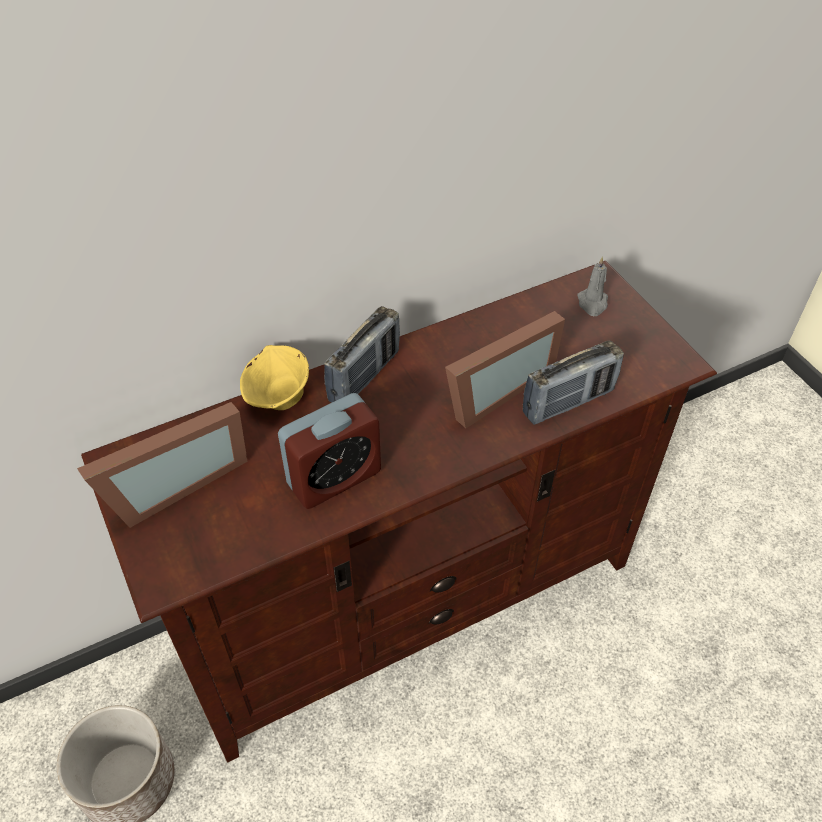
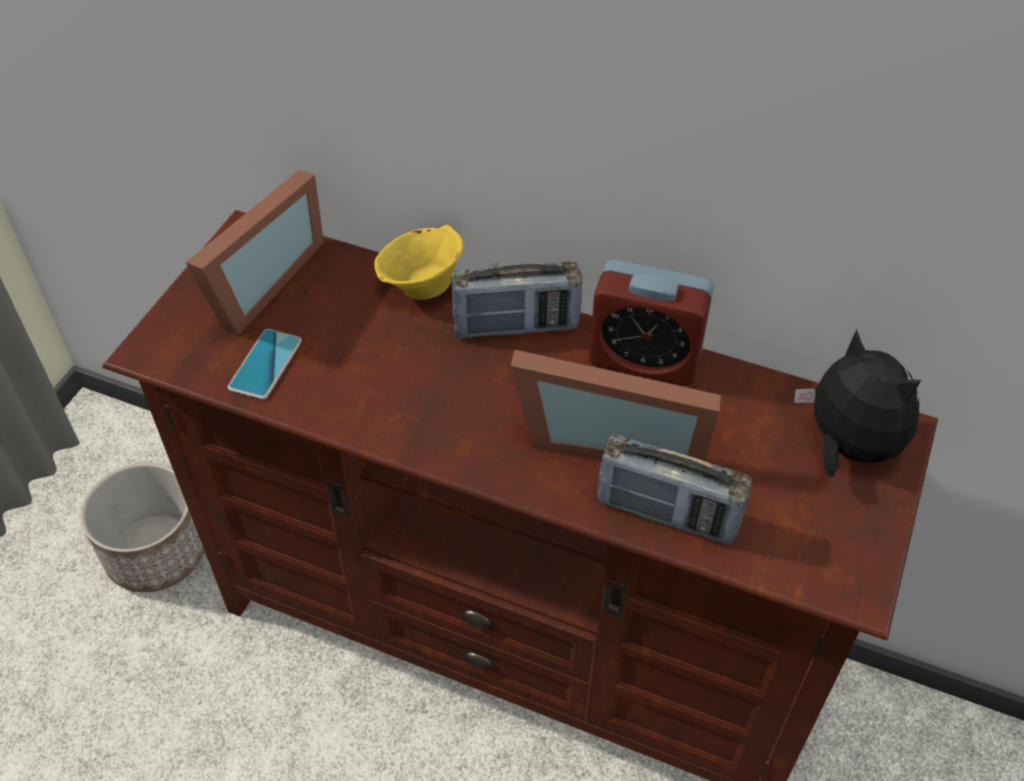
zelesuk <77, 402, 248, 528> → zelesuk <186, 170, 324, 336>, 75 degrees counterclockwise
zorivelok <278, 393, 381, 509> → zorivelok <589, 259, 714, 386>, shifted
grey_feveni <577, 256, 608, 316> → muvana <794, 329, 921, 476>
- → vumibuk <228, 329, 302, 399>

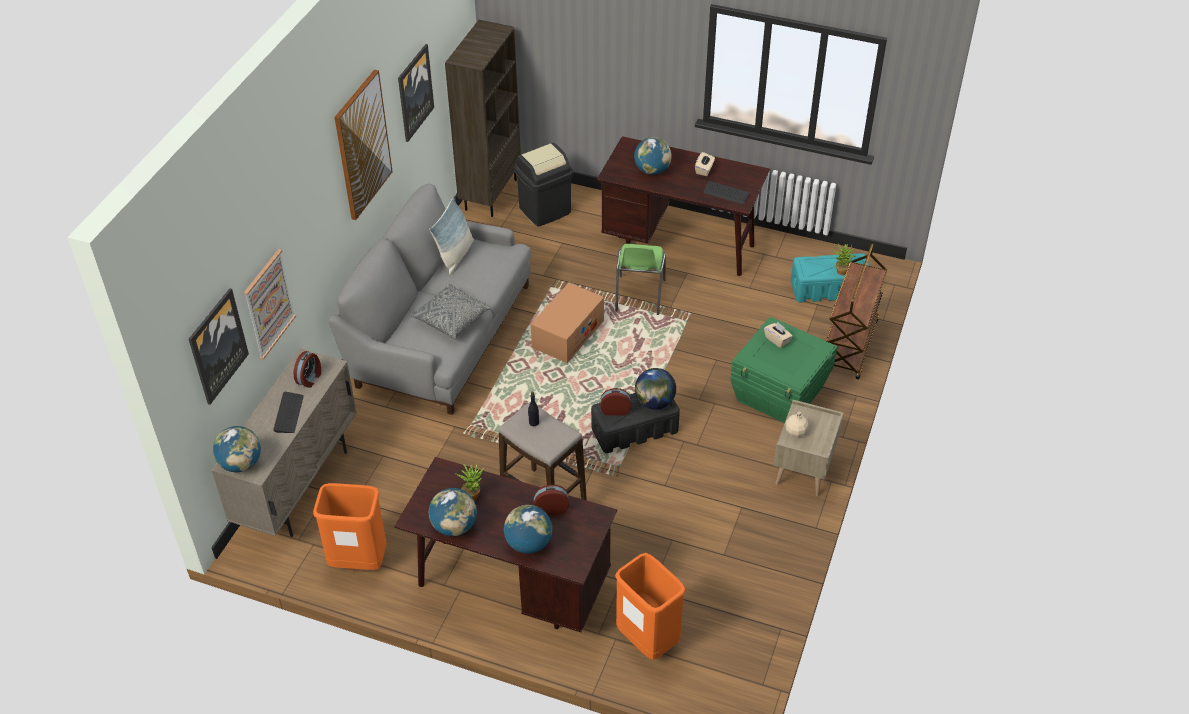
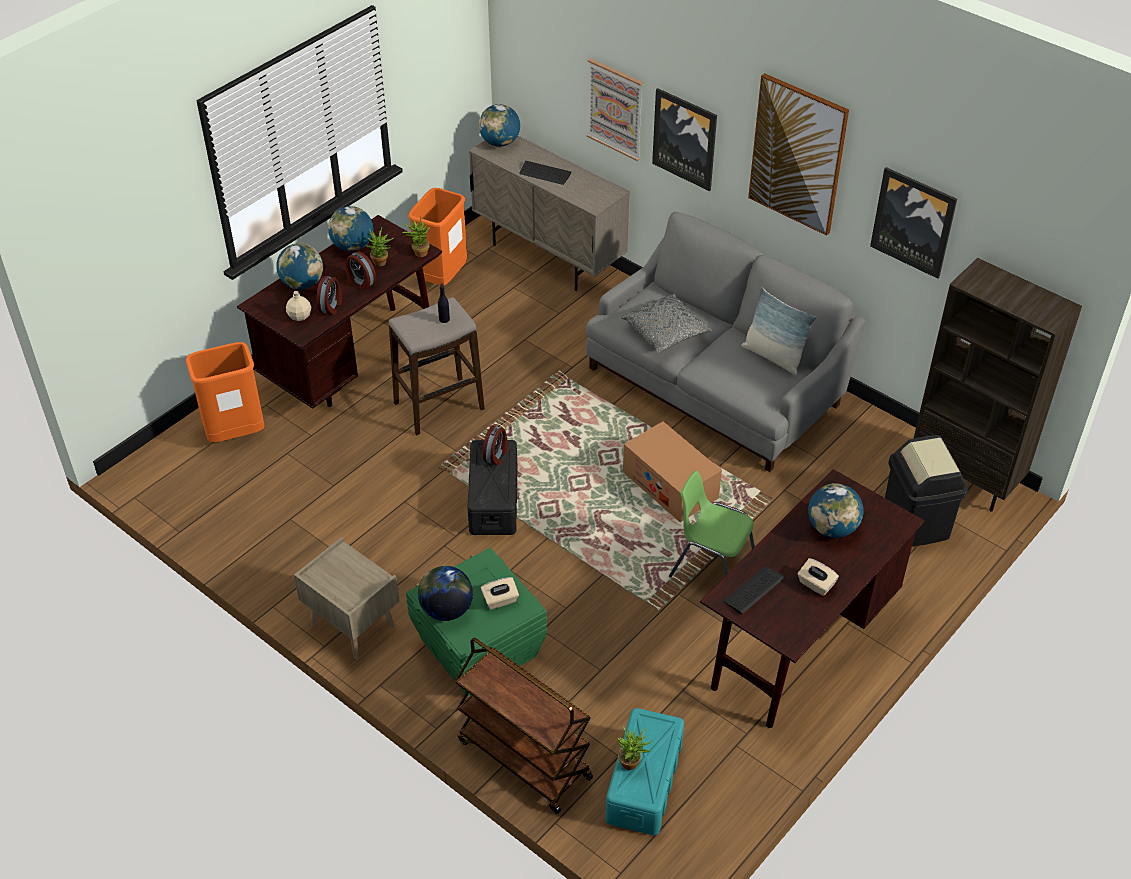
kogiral <189, 288, 249, 405> → kogiral <652, 88, 717, 191>, shifted
zorivelok <294, 351, 321, 388> → zorivelok <345, 251, 376, 290>, shifted
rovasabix <635, 368, 676, 410> → rovasabix <418, 566, 473, 621>, shifted
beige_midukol <785, 411, 808, 437> → beige_midukol <286, 291, 311, 321>, shifted
- → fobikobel <403, 217, 430, 257>

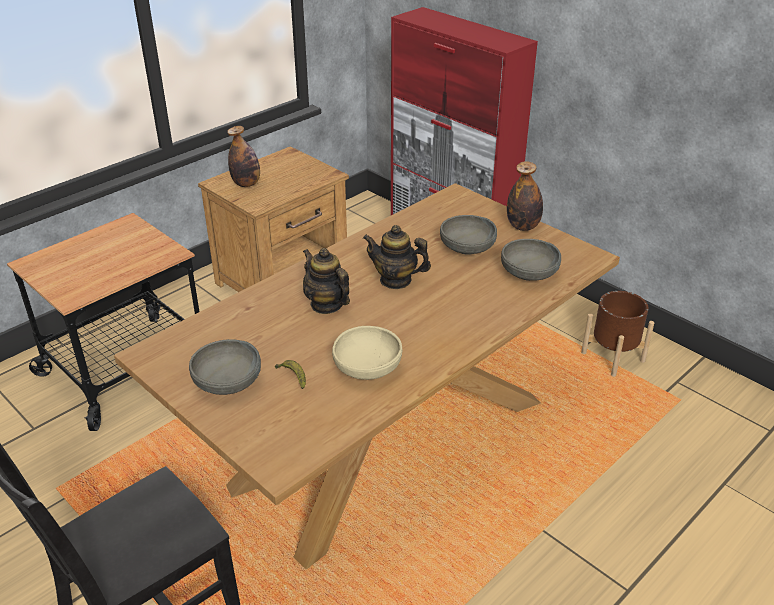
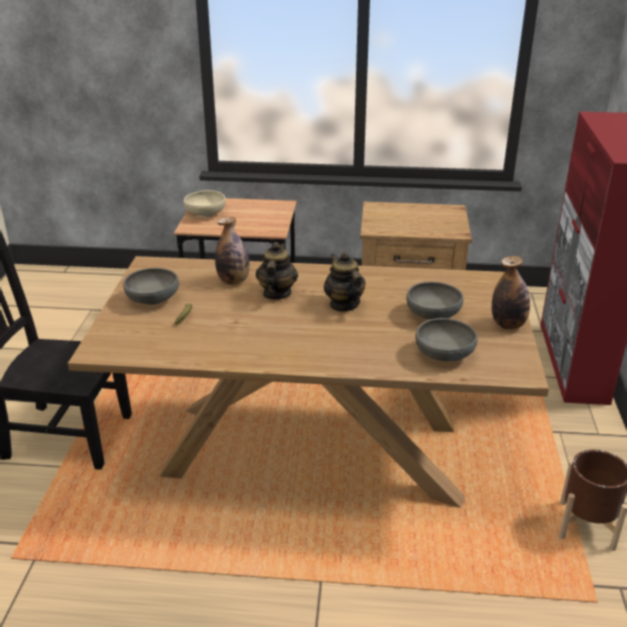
midukol <227, 126, 260, 187> → midukol <215, 217, 250, 285>, shifted
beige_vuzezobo <332, 326, 402, 380> → beige_vuzezobo <184, 190, 226, 217>, shifted

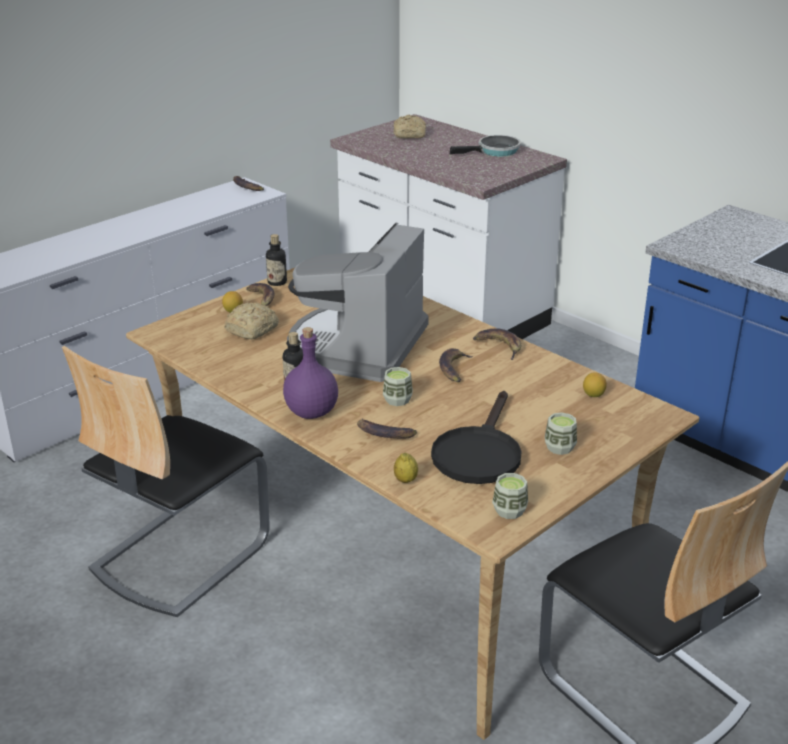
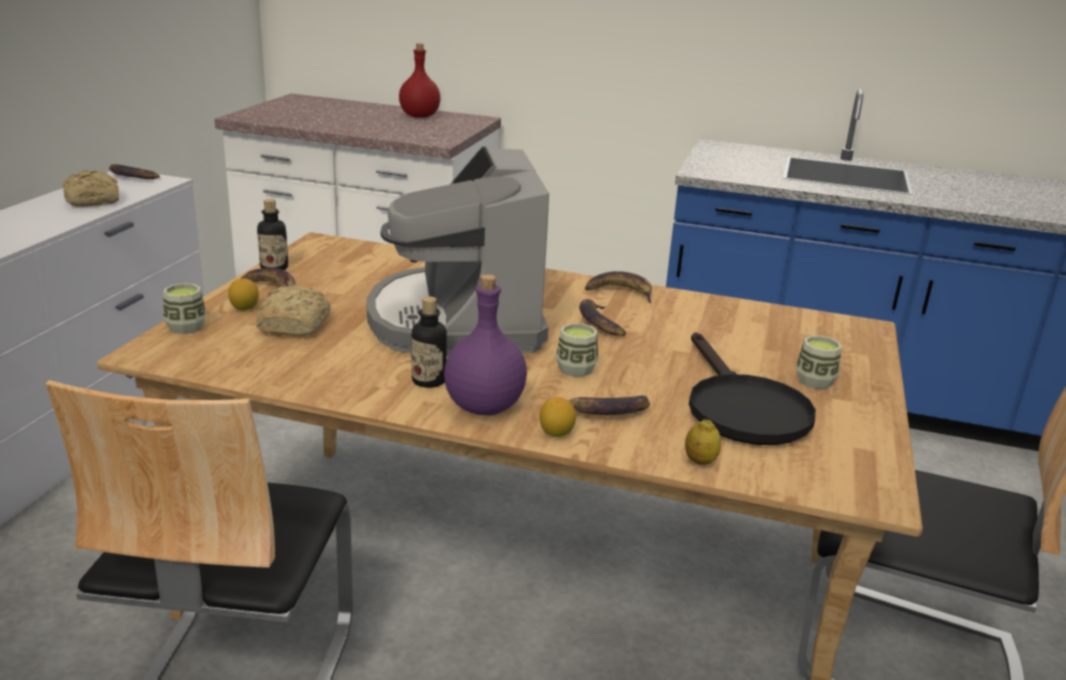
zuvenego <394, 115, 426, 139> → zuvenego <62, 170, 119, 207>, shifted
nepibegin <450, 135, 521, 156> → red_midukol <399, 44, 440, 118>
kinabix <492, 473, 528, 519> → kinabix <163, 283, 206, 334>, shifted
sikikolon <583, 372, 607, 397> → sikikolon <540, 397, 576, 437>, shifted

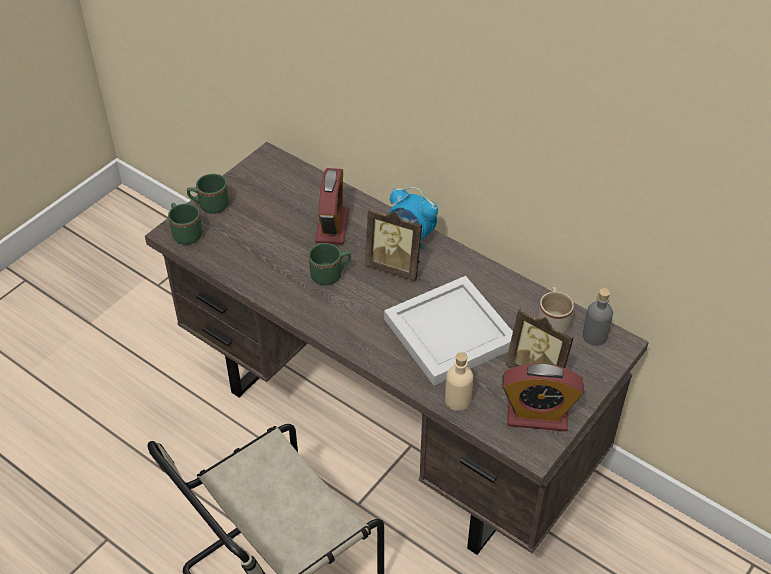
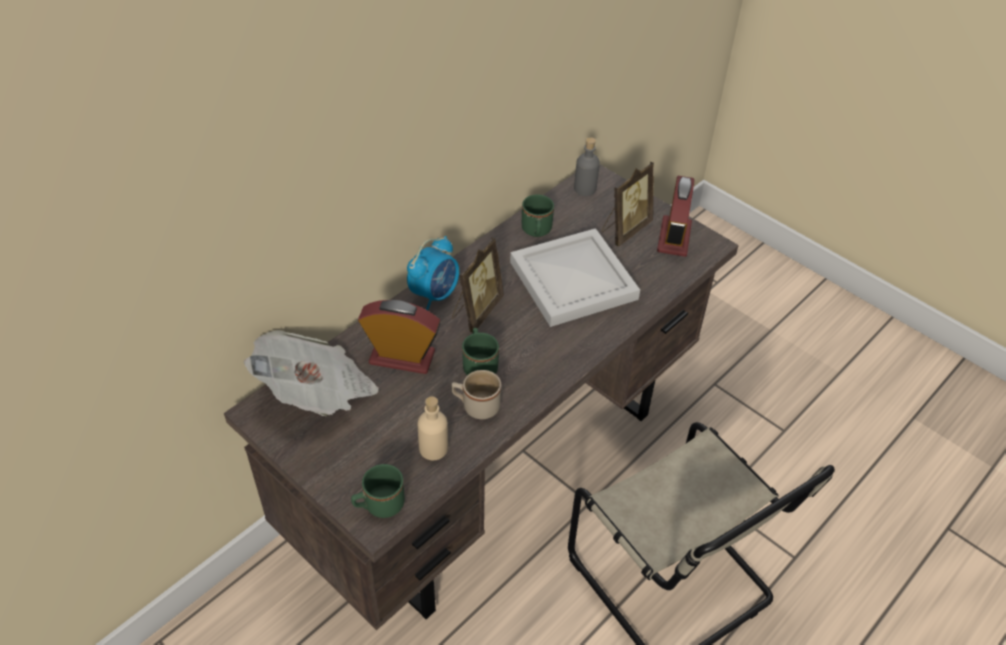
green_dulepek <187, 174, 229, 214> → green_dulepek <522, 195, 554, 237>, shifted
beige_midukol <445, 352, 473, 411> → beige_midukol <418, 396, 448, 460>, shifted
beige_dulepek <538, 287, 574, 333> → beige_dulepek <451, 370, 501, 419>, shifted
- → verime <244, 330, 379, 416>

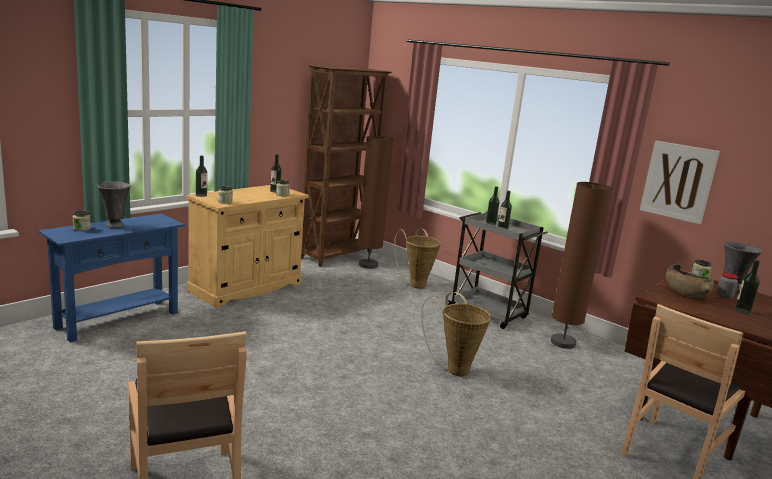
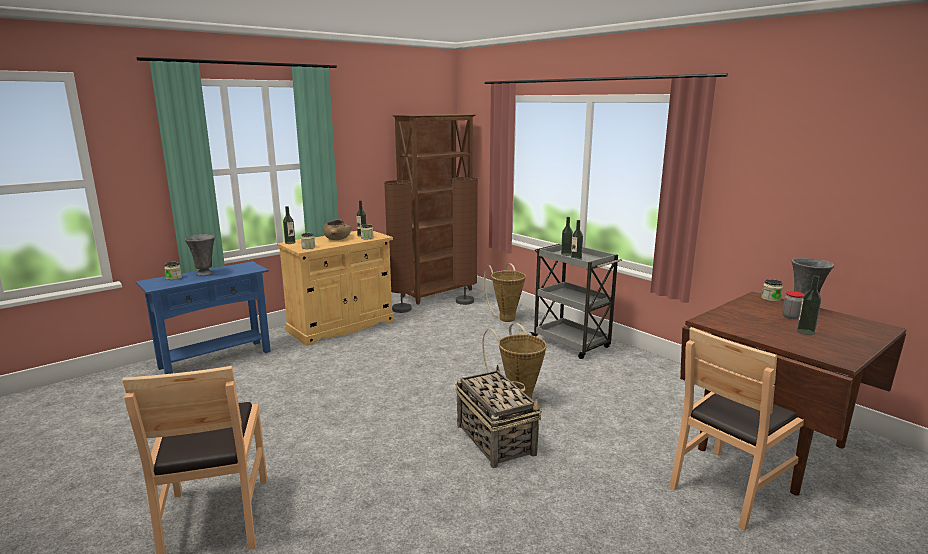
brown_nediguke <551, 182, 612, 349> → brown_nediguke <384, 180, 414, 313>, shifted
kogiral <640, 141, 720, 225> → -
brown_vuzezobo <666, 264, 714, 298> → brown_vuzezobo <323, 219, 351, 240>, shifted
- → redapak <456, 365, 542, 468>

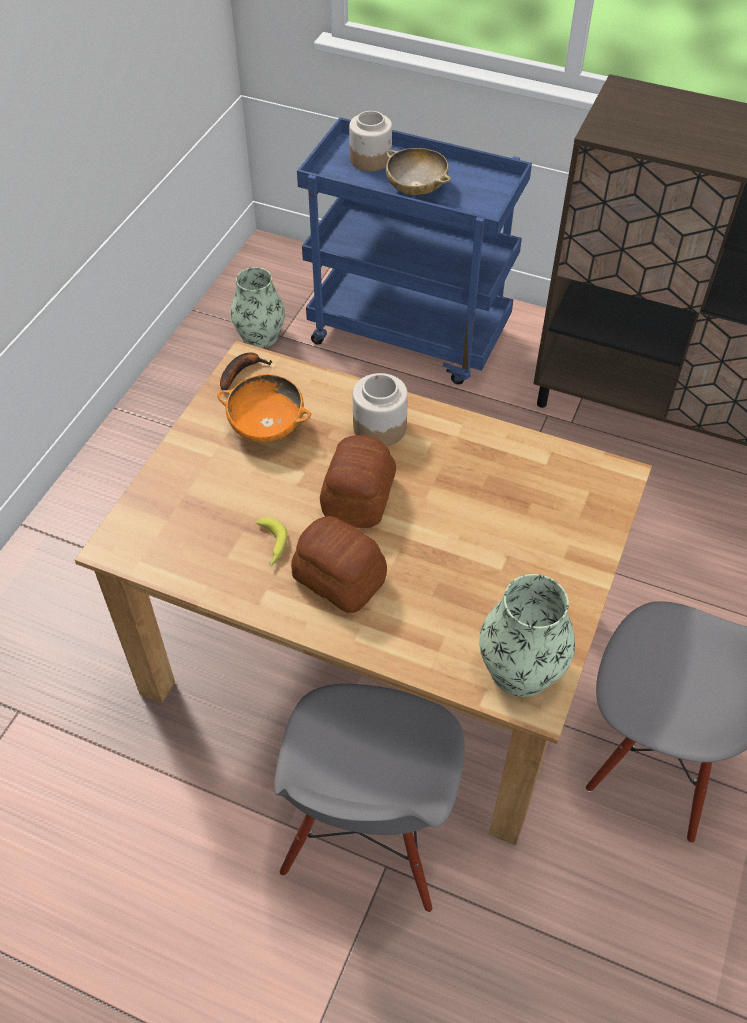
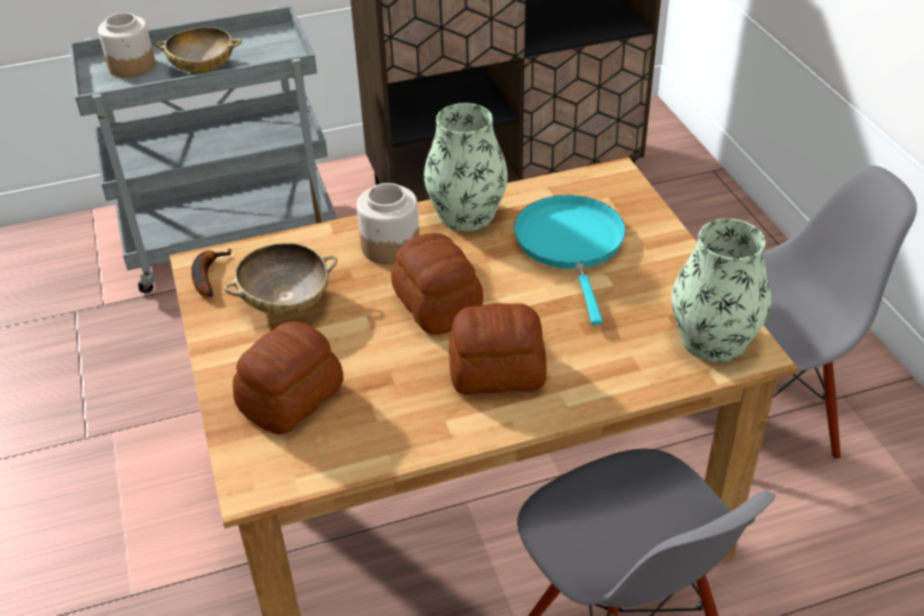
orange_vuzezobo <218, 374, 311, 443> → beige_vuzezobo <224, 243, 337, 315>
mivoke <231, 267, 285, 348> → mivoke <424, 103, 508, 231>, shifted
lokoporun <256, 517, 288, 566> → -
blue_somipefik <297, 118, 532, 385> → grey_somipefik <69, 6, 336, 293>
- → zuvenego <233, 321, 343, 434>
- → turquoise_nepibegin <514, 195, 626, 325>

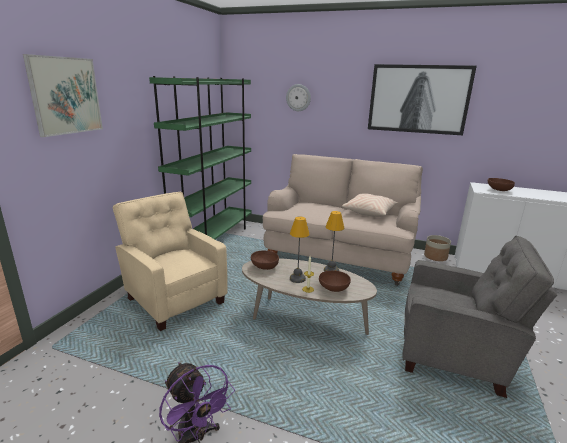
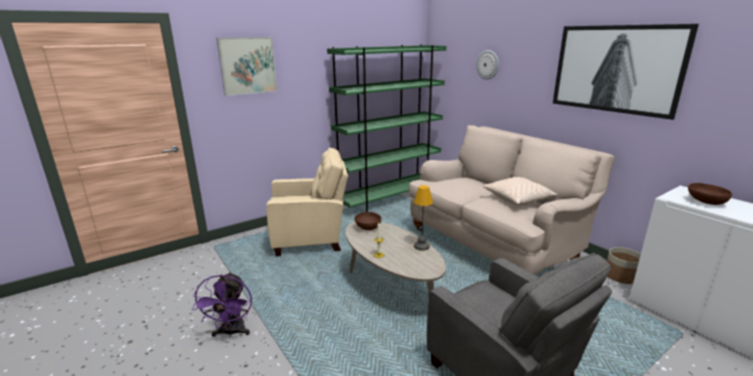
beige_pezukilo <113, 192, 228, 331> → beige_pezukilo <266, 148, 348, 257>, 90 degrees clockwise
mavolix <290, 217, 310, 283> → -
brown_vuzezobo <319, 271, 351, 292> → -

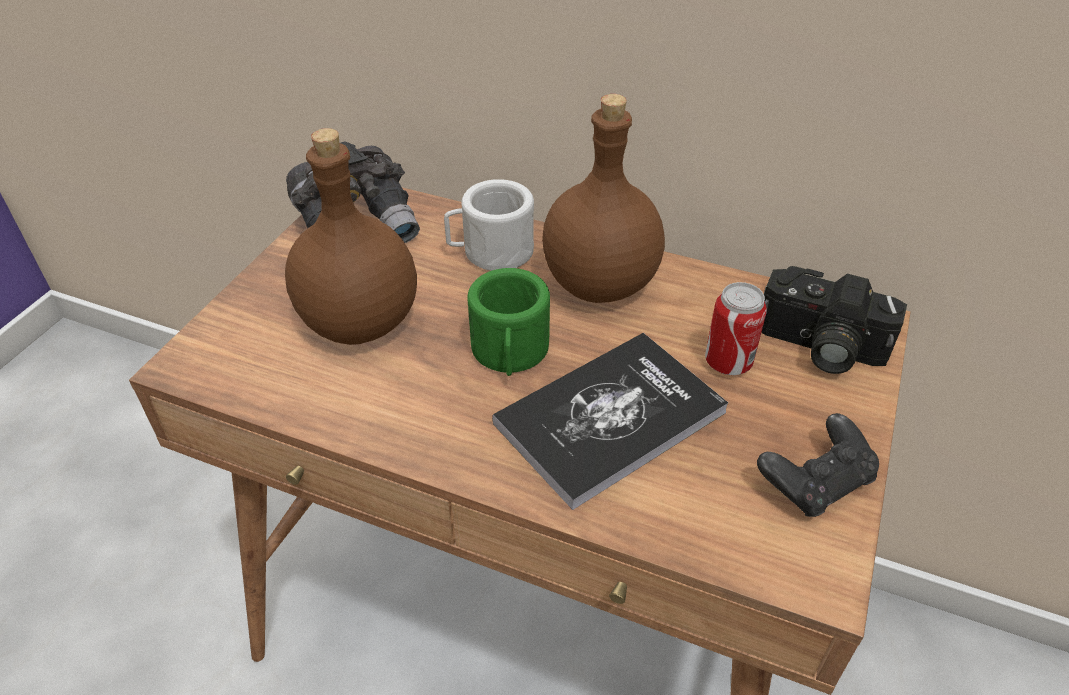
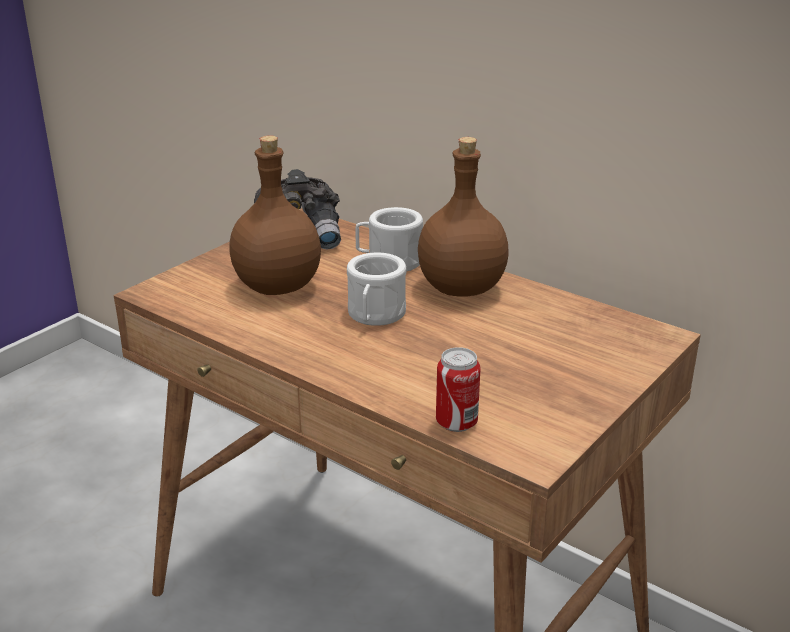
green_dulepek <467, 268, 550, 376> → white_dulepek <347, 253, 406, 326>
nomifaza <492, 333, 728, 510> → -
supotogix <705, 282, 767, 375> → supotogix <436, 347, 481, 432>, shifted
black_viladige <757, 413, 879, 517> → -
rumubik <762, 266, 907, 374> → -

